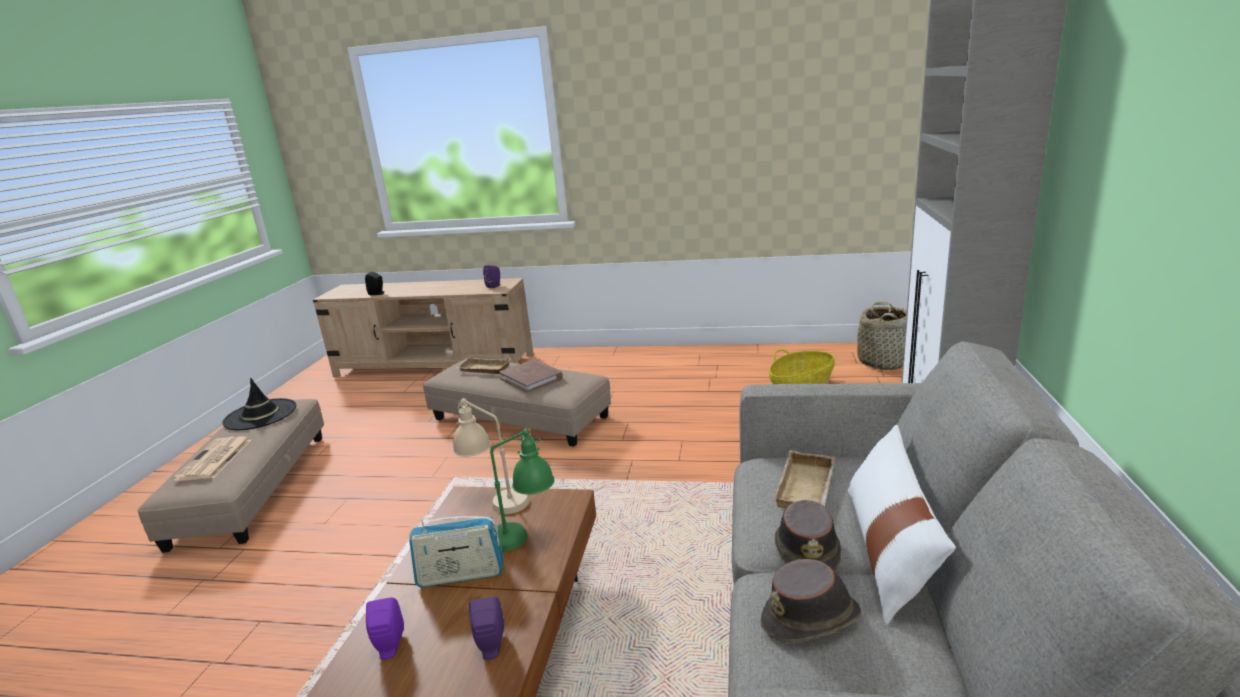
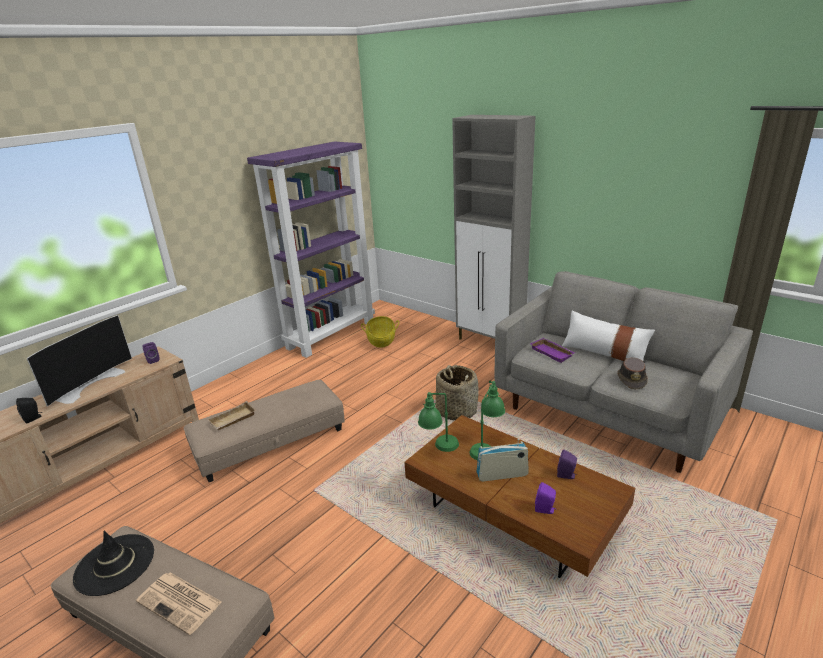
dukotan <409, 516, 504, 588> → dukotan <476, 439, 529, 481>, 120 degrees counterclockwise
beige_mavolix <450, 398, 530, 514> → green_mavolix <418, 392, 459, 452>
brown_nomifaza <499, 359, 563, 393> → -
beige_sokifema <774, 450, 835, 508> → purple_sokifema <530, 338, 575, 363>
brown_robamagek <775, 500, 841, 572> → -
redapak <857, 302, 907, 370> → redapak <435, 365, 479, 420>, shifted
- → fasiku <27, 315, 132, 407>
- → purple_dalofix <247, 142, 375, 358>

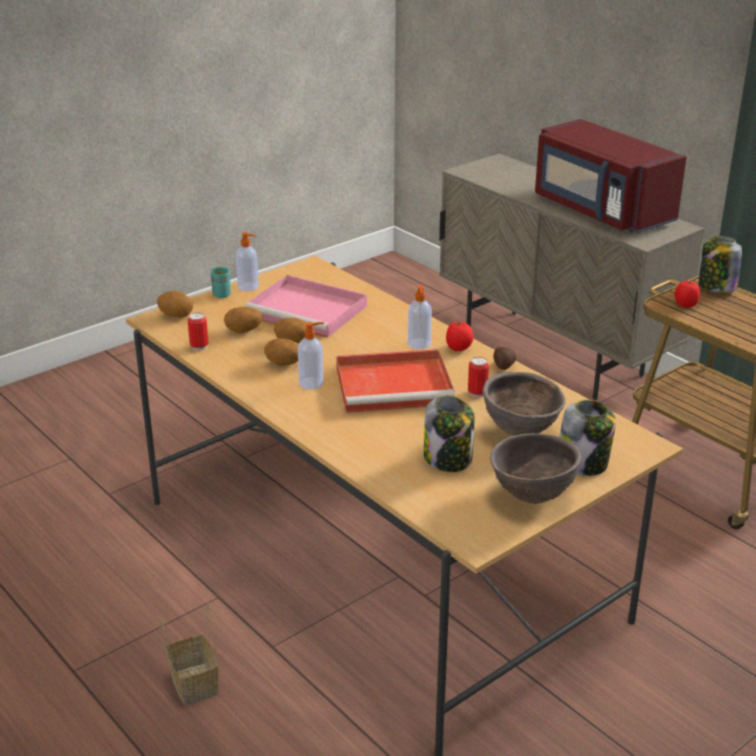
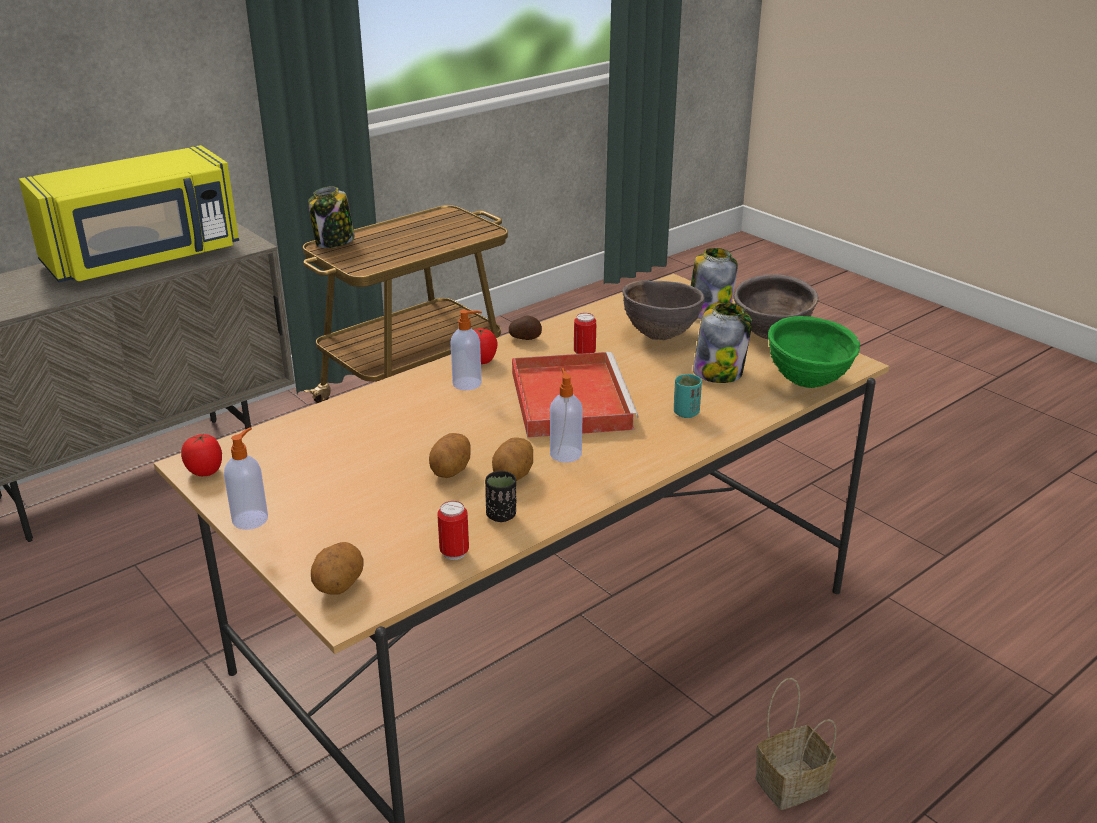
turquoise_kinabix <211, 267, 231, 298> → turquoise_kinabix <674, 374, 702, 418>, shifted
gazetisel <224, 307, 262, 333> → -
pink_sokifema <245, 275, 367, 338> → -
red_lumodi <535, 119, 687, 233> → yellow_lumodi <19, 145, 239, 282>
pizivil <675, 281, 700, 308> → pizivil <181, 433, 222, 476>, shifted
- → black_kinabix <485, 471, 516, 522>
- → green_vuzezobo <768, 316, 860, 388>

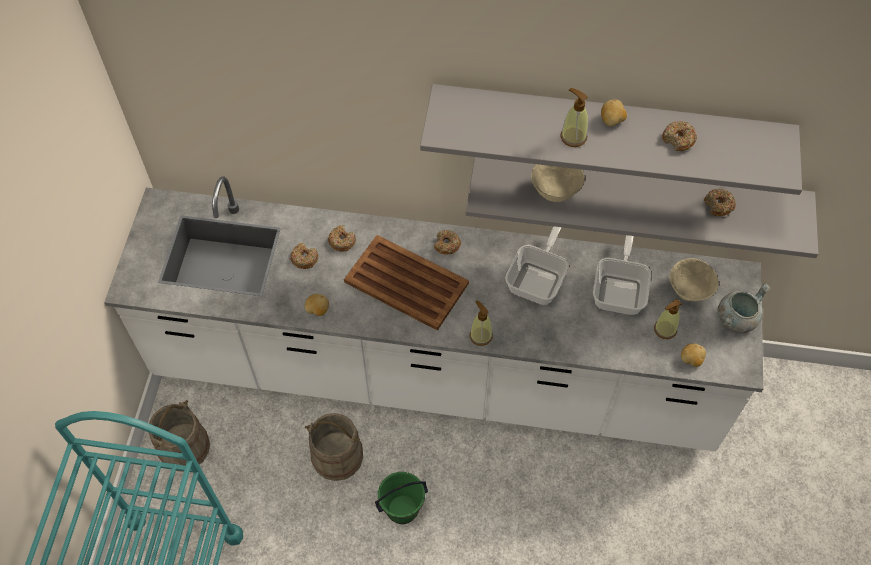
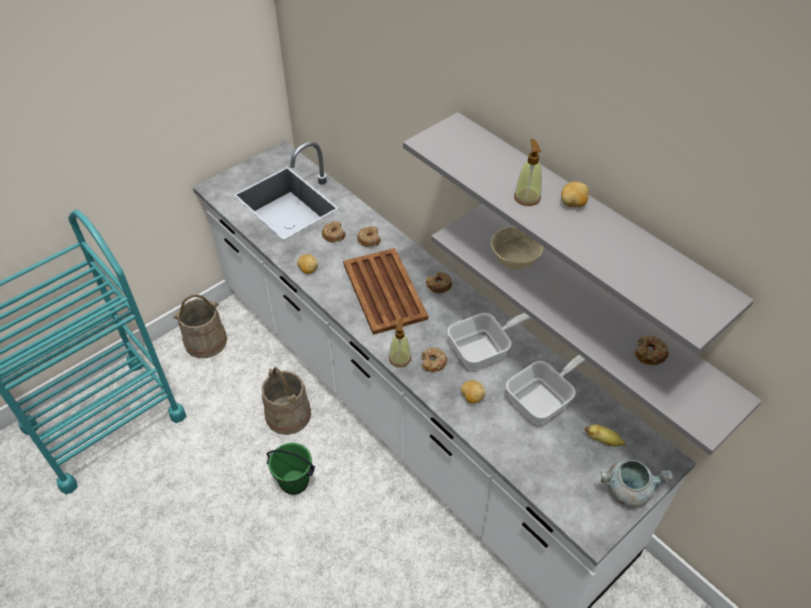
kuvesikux <654, 299, 682, 339> → -
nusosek <662, 121, 697, 151> → nusosek <421, 347, 447, 372>, shifted
beige_vuzezobo <669, 258, 719, 301> → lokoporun <585, 425, 625, 446>
gazetisel <681, 343, 706, 367> → gazetisel <461, 380, 485, 404>, shifted

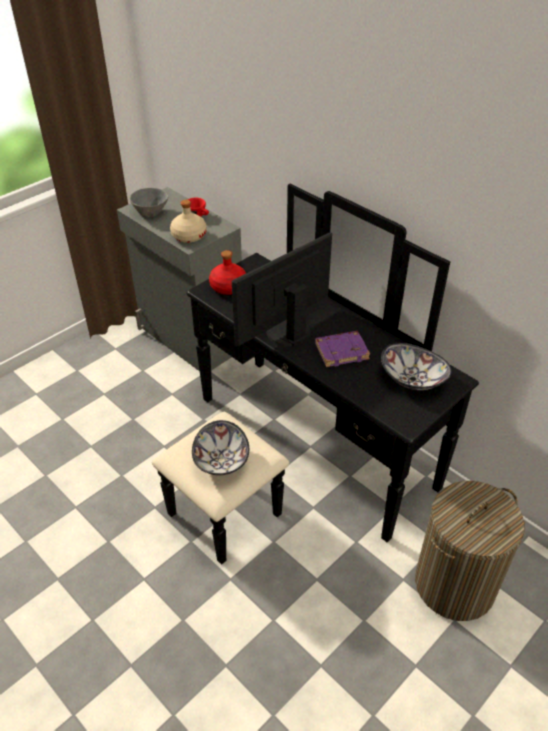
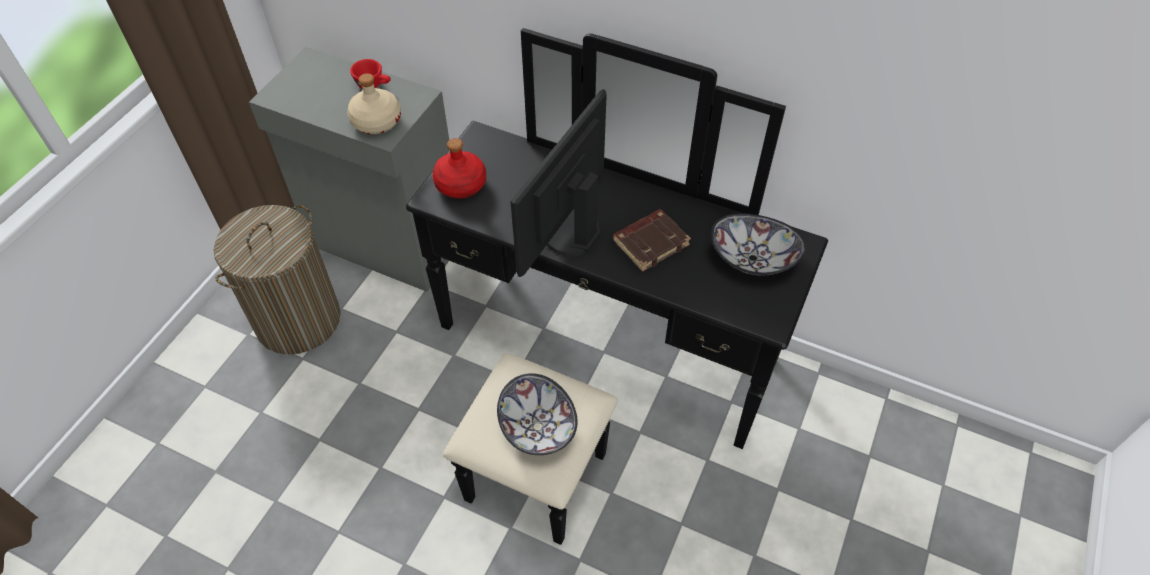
grey_vuzezobo <130, 188, 168, 218> → -
purple_nomifaza <315, 331, 370, 367> → brown_nomifaza <613, 209, 691, 272>
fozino <415, 481, 525, 621> → fozino <214, 205, 341, 355>, shifted

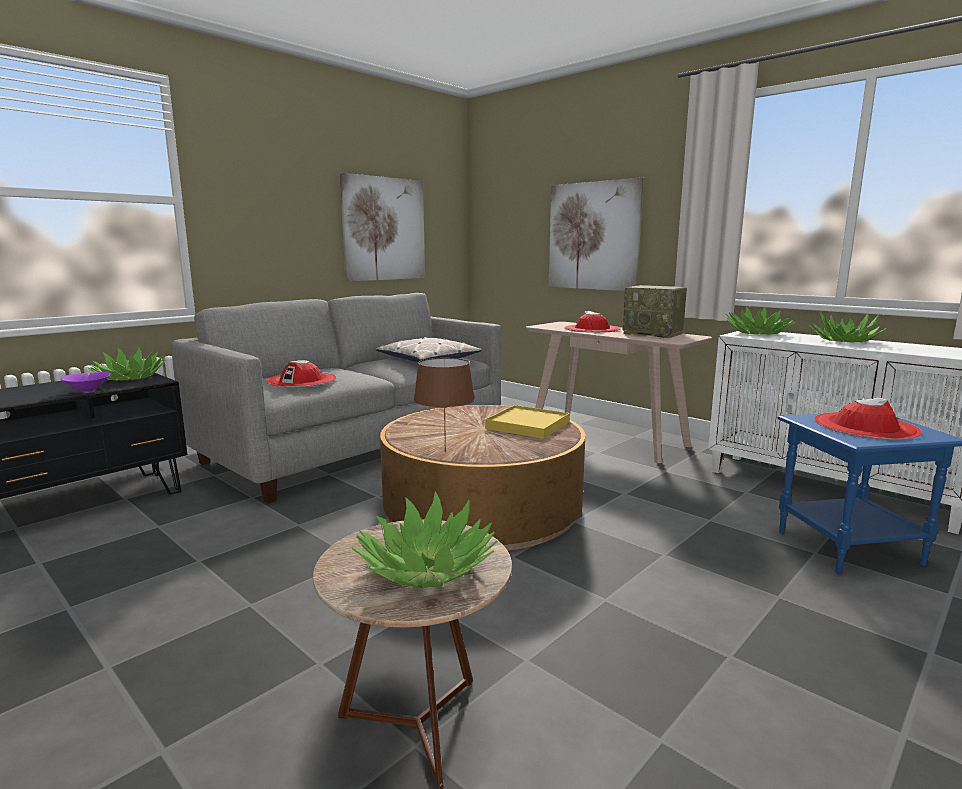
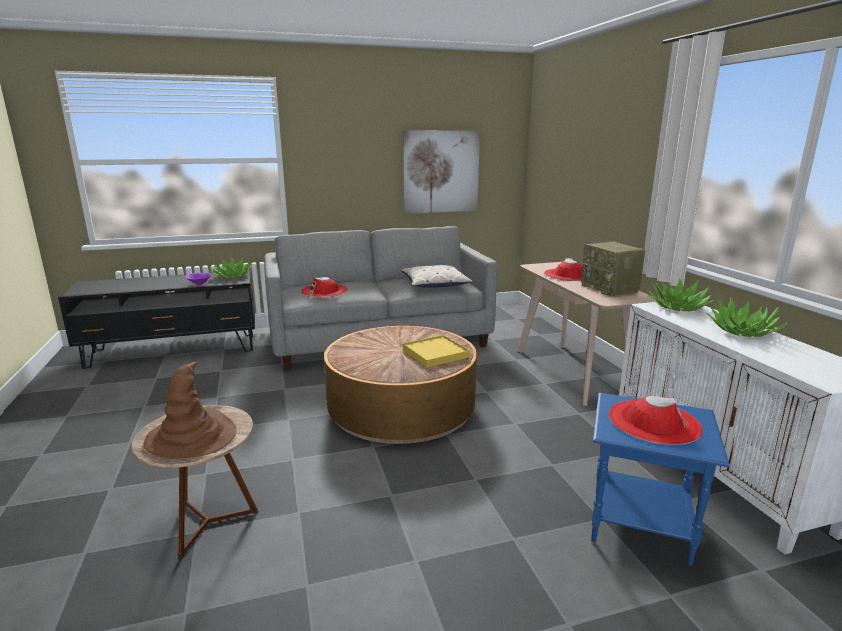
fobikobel <351, 491, 498, 588> → brown_robamagek <143, 361, 236, 459>
brown_mavolix <414, 358, 475, 452> → -
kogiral <549, 177, 644, 291> → -

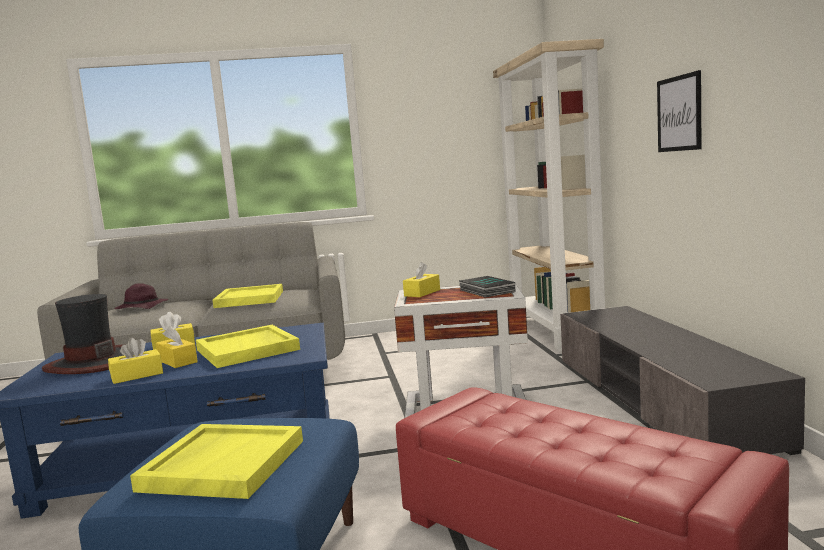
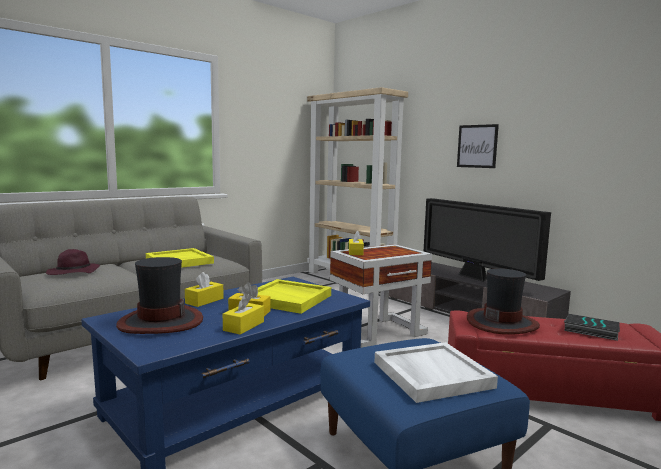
yellow_sokifema <130, 424, 303, 499> → white_sokifema <375, 342, 498, 403>
nomifaza <459, 276, 515, 297> → nomifaza <564, 314, 620, 341>, shifted
- → fasiku <424, 198, 551, 282>
- → robamagek <467, 268, 540, 335>

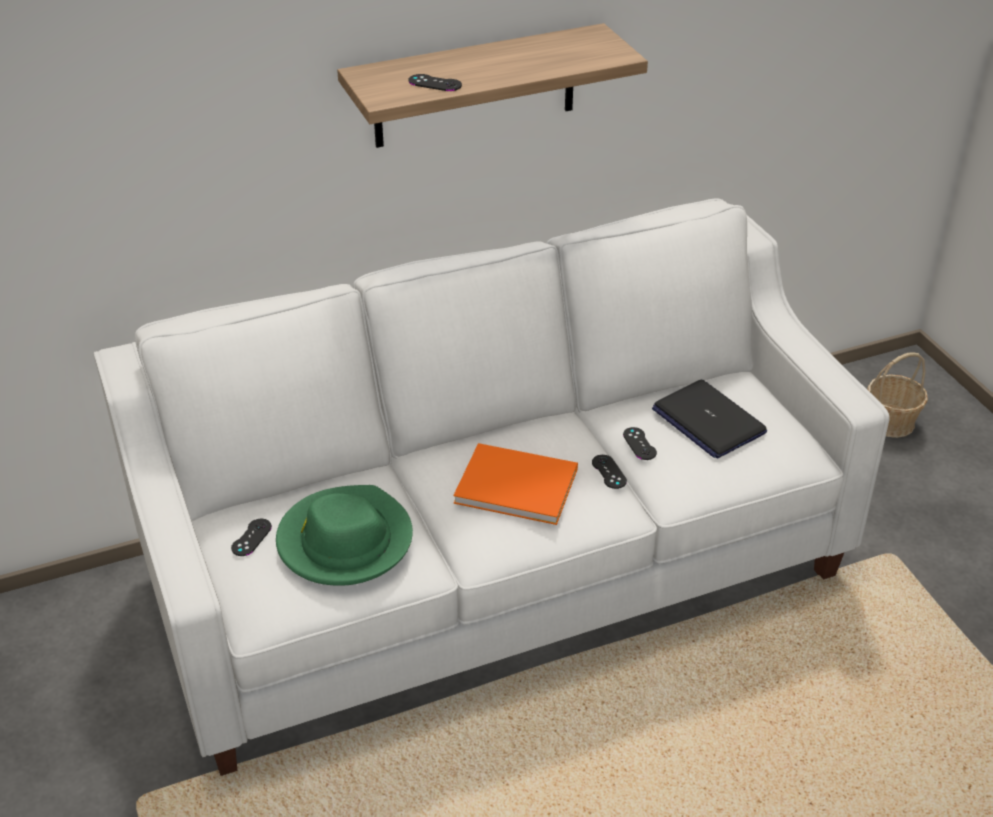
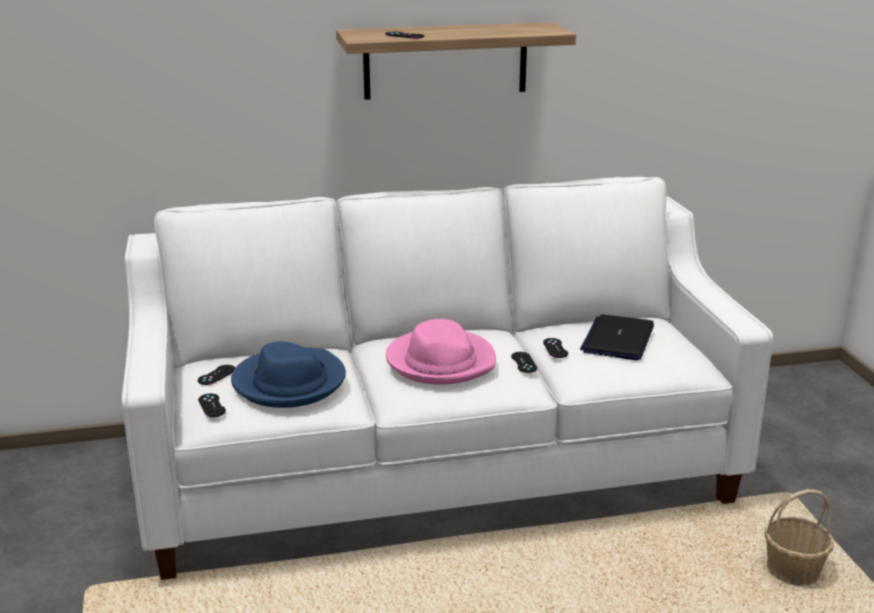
green_robamagek <276, 485, 413, 586> → blue_robamagek <231, 341, 346, 408>
orange_nomifaza <453, 443, 578, 525> → pink_robamagek <386, 319, 496, 385>
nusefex <652, 380, 767, 459> → nusefex <580, 314, 654, 360>, 45 degrees clockwise
redapak <867, 352, 928, 438> → redapak <764, 489, 834, 586>, shifted
- → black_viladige <198, 393, 226, 417>

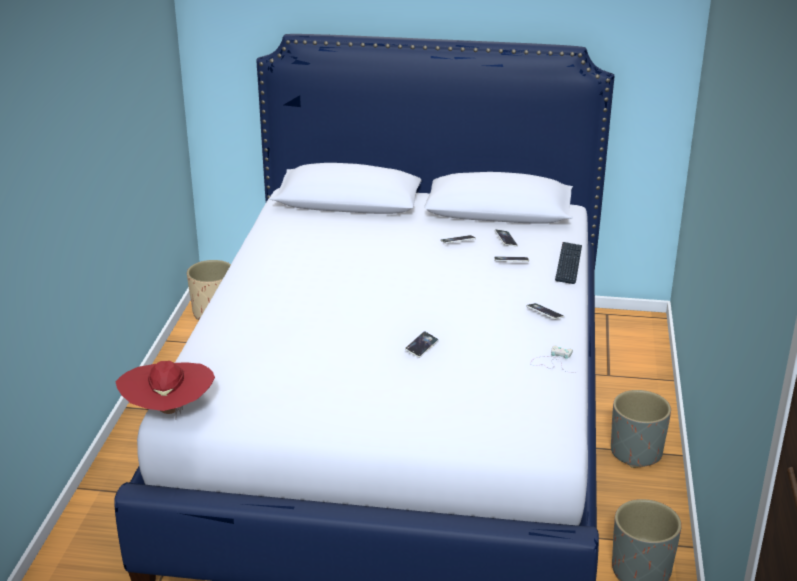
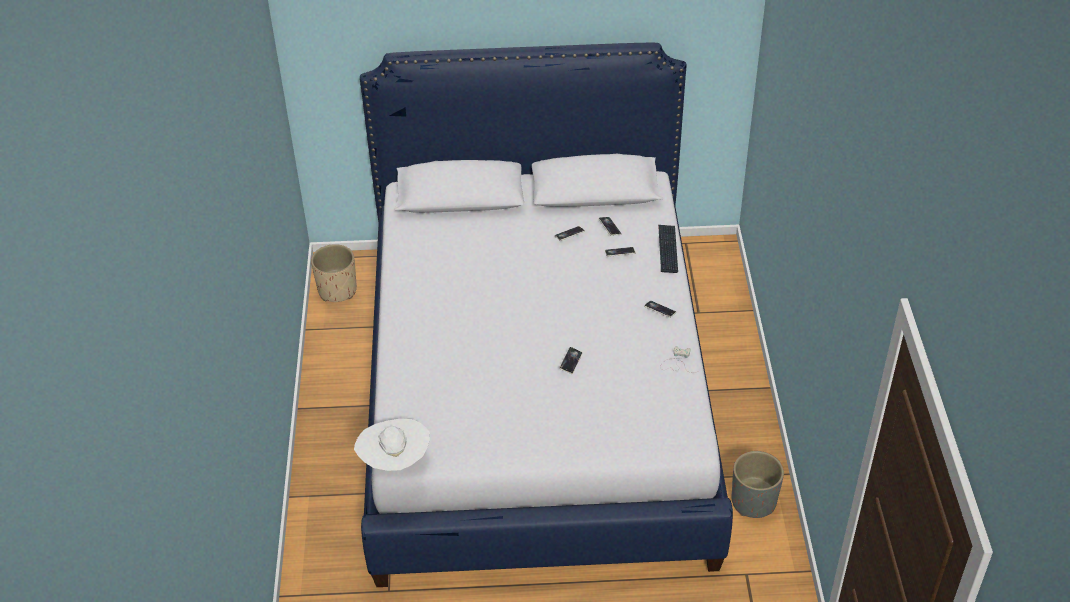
red_robamagek <116, 361, 215, 420> → white_robamagek <354, 419, 430, 471>
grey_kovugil <611, 390, 671, 468> → -

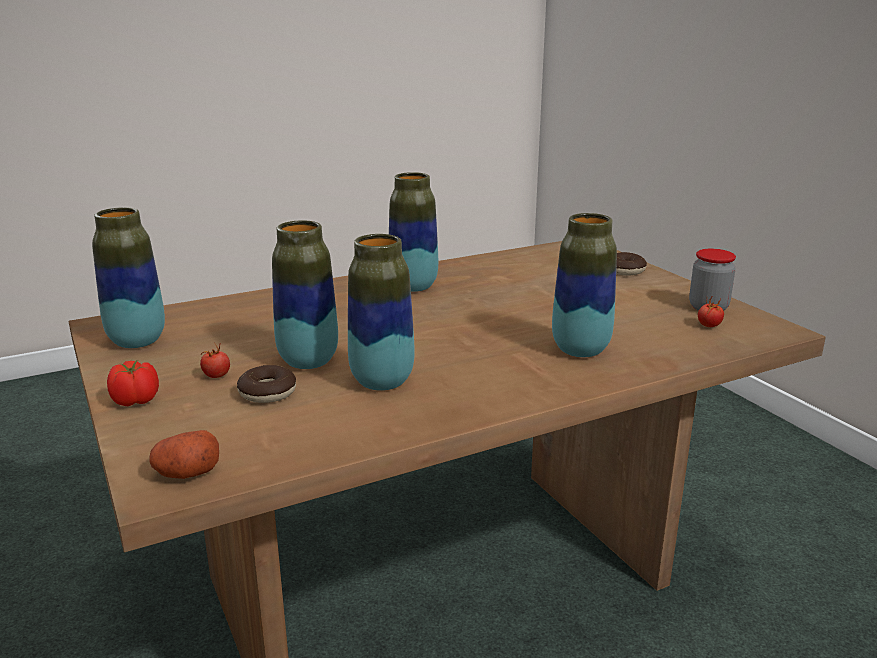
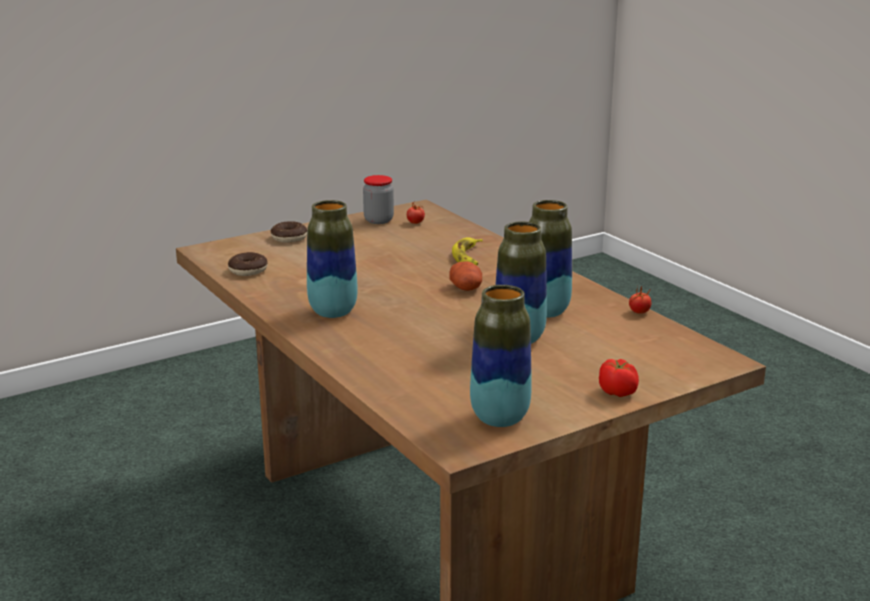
gazetisel <149, 430, 219, 479> → gazetisel <449, 261, 482, 291>, shifted
pizivil <200, 342, 230, 378> → pizivil <629, 285, 651, 314>, shifted
nusosek <237, 365, 296, 403> → nusosek <228, 252, 268, 276>, shifted
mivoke <552, 213, 617, 357> → lokoporun <452, 237, 483, 266>

